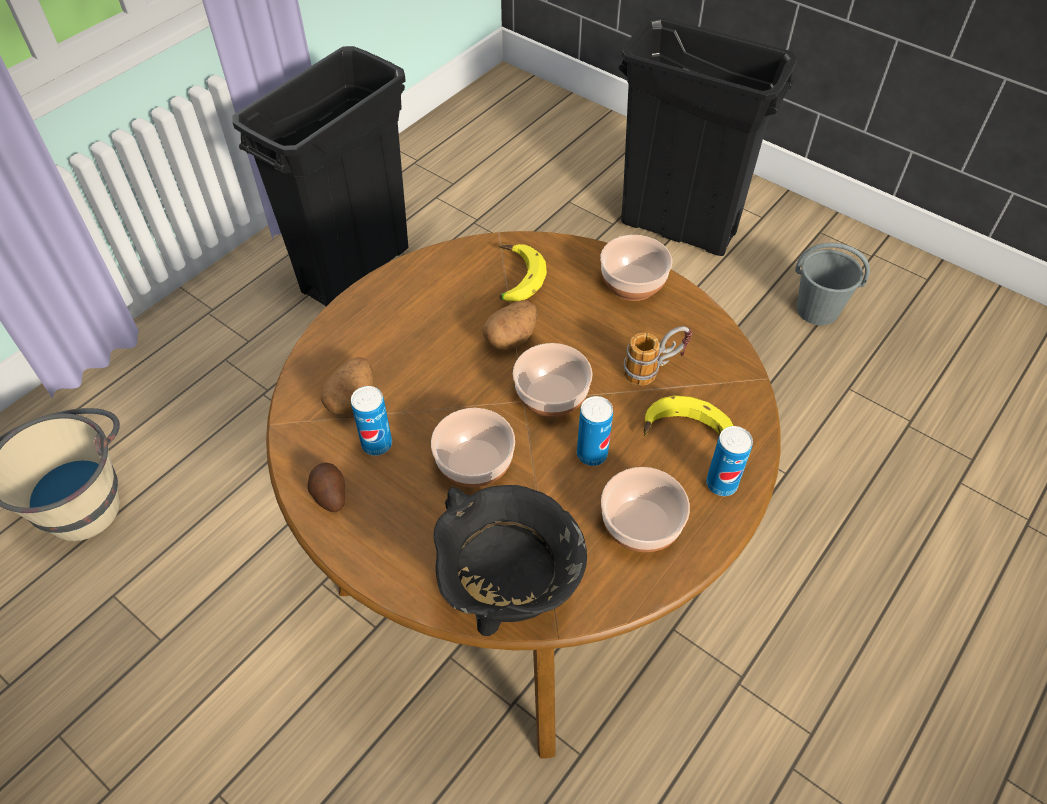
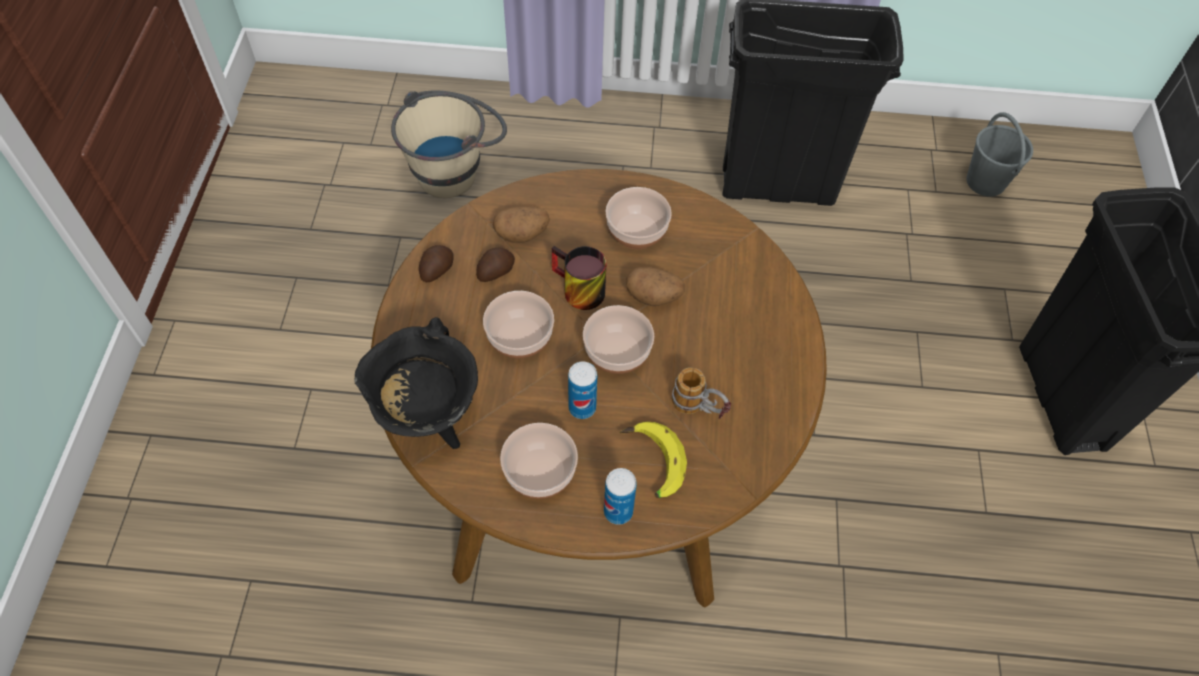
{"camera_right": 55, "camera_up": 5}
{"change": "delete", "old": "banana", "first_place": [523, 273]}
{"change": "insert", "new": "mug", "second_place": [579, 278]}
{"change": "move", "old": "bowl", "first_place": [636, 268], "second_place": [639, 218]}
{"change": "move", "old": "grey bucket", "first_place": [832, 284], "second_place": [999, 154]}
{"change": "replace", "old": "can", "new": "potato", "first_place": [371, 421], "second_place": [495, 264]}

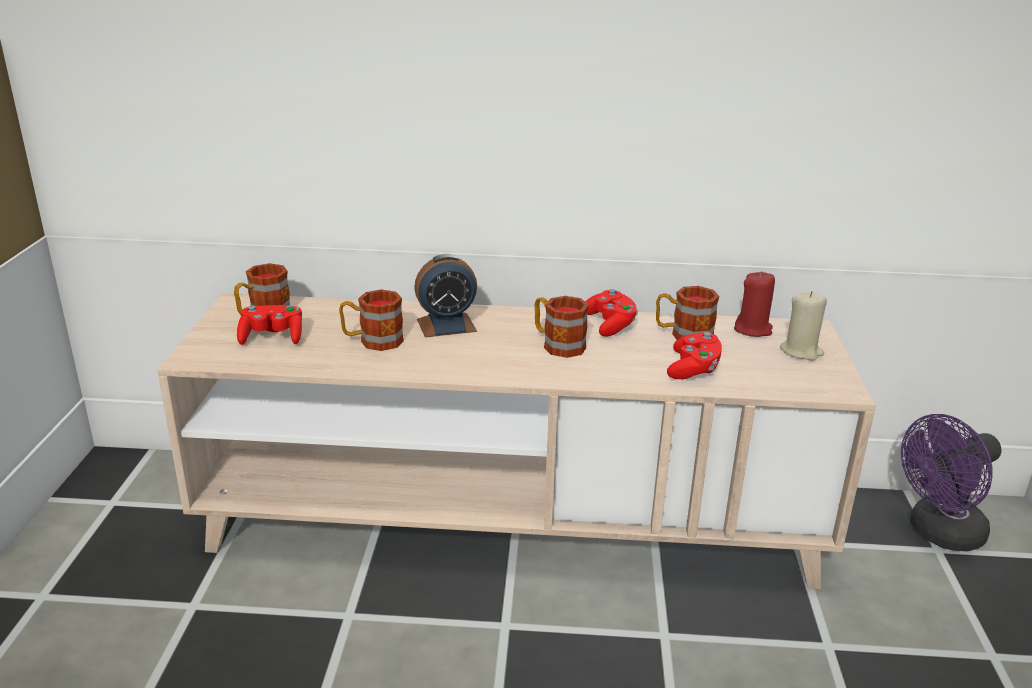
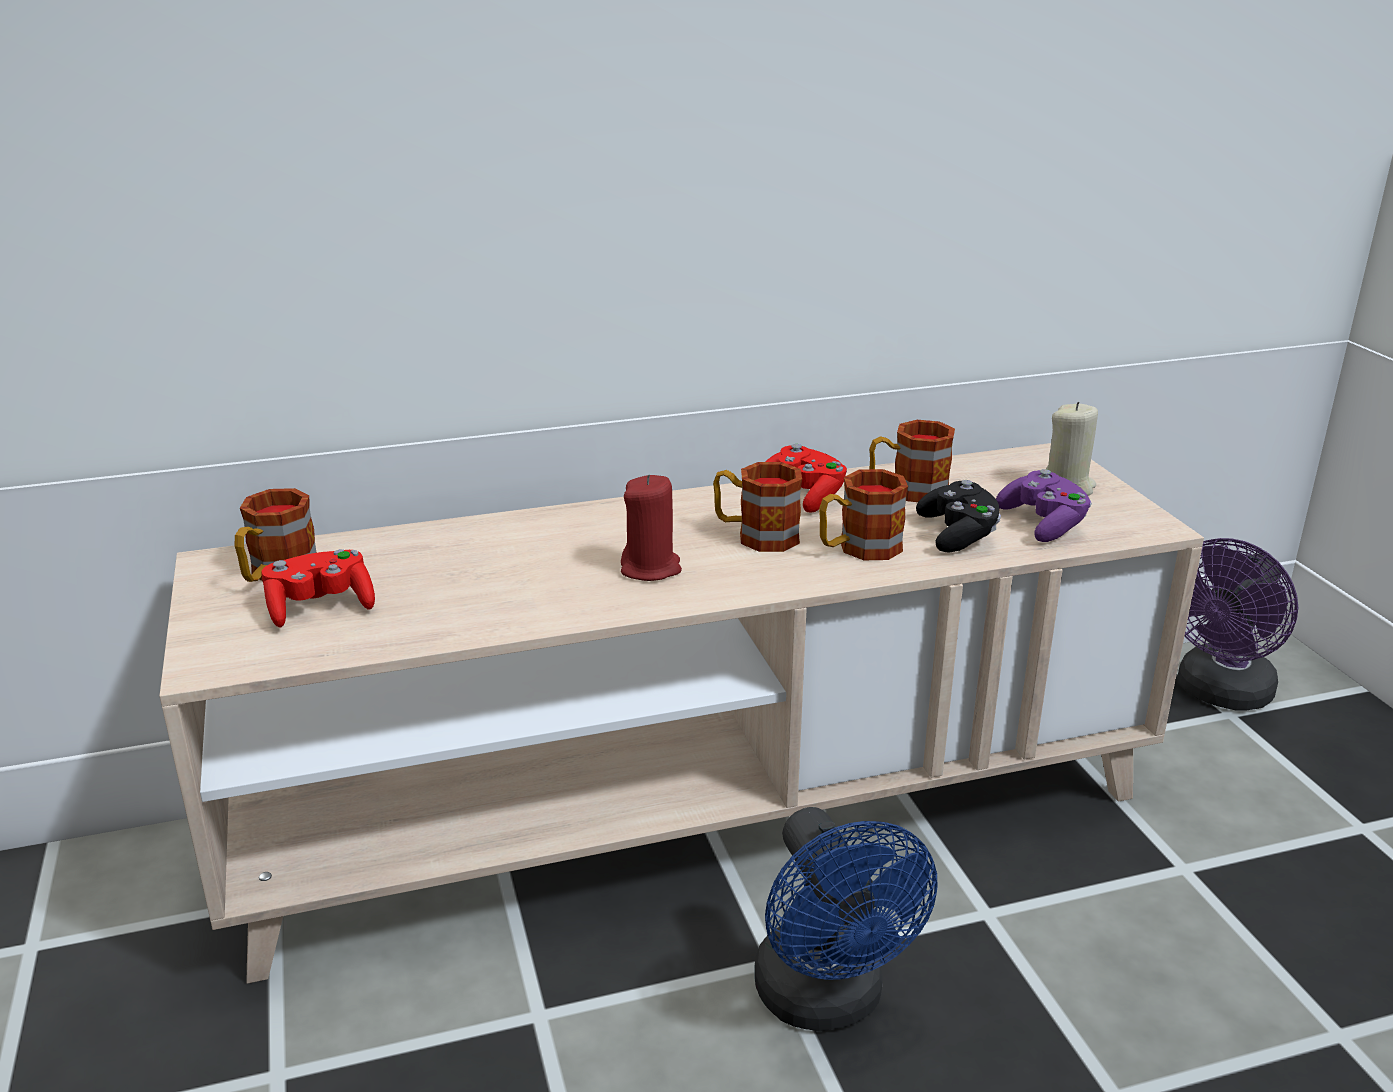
{"camera_right": -20, "camera_up": 0}
{"change": "delete", "old": "alarm clock", "first_place": [445, 295]}
{"change": "insert", "new": "blue fan", "second_place": [846, 919]}
{"change": "insert", "new": "purple game controller", "second_place": [1044, 505]}
{"change": "move", "old": "mug", "first_place": [371, 320], "second_place": [863, 514]}
{"change": "move", "old": "red candle", "first_place": [754, 304], "second_place": [651, 528]}
{"change": "recolor", "old": "red game controller", "new": "black game controller", "first_place": [694, 355], "second_place": [958, 516]}

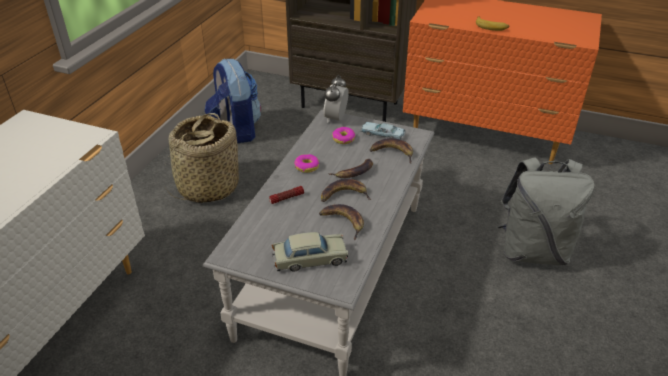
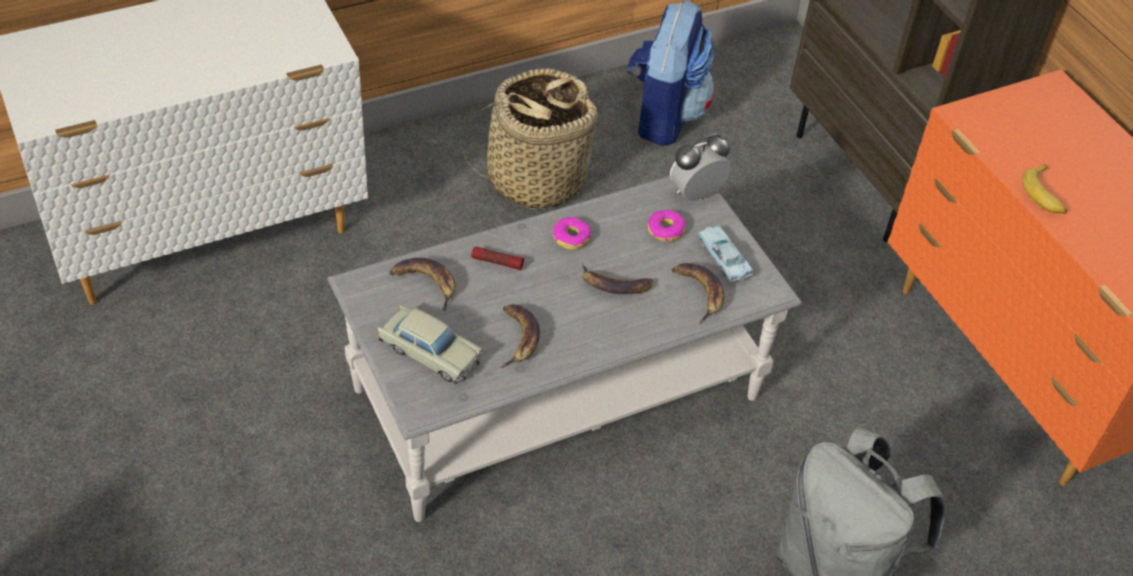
{"camera_right": 40, "camera_up": 10}
{"change": "move", "old": "banana", "first_place": [346, 190], "second_place": [422, 284]}

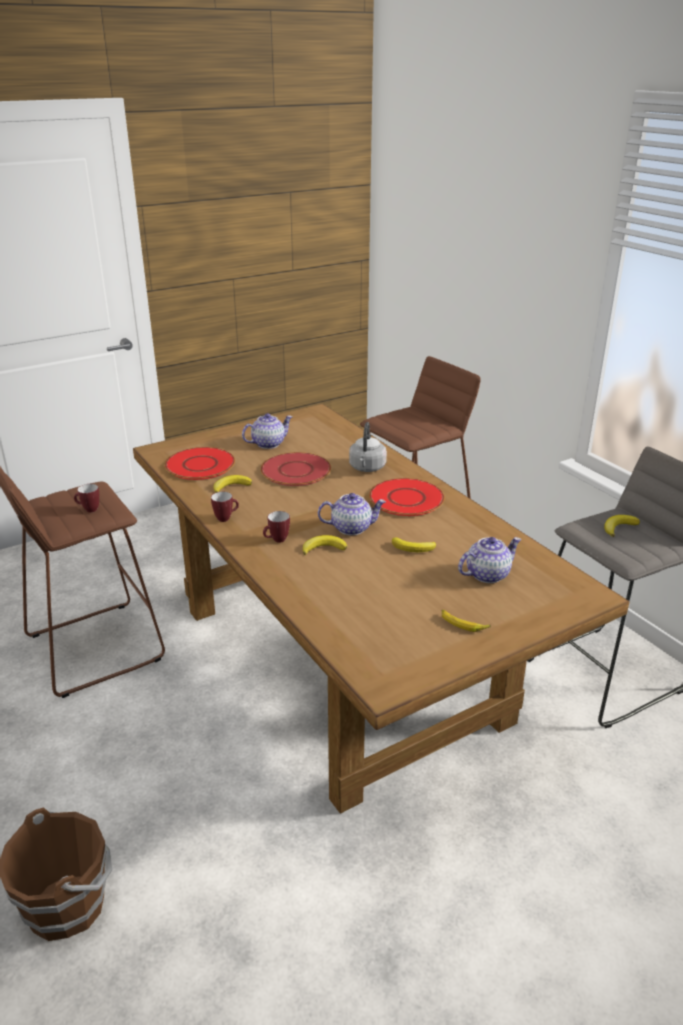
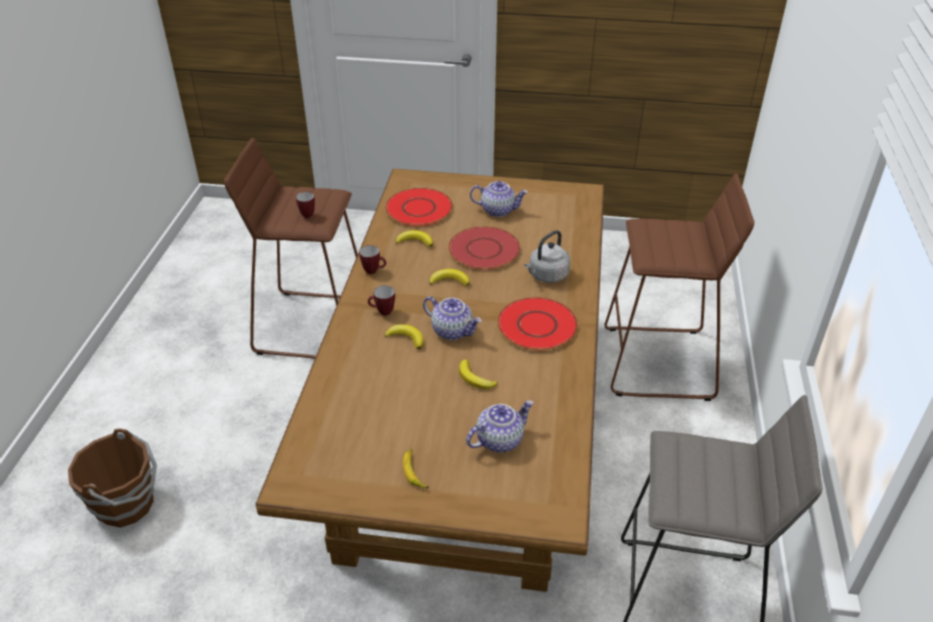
{"camera_right": 40, "camera_up": 10}
{"change": "move", "old": "banana", "first_place": [622, 526], "second_place": [450, 277]}
{"change": "rotate", "old": "teapot", "first_place": [490, 560], "second_place": [500, 426], "degrees": -45}

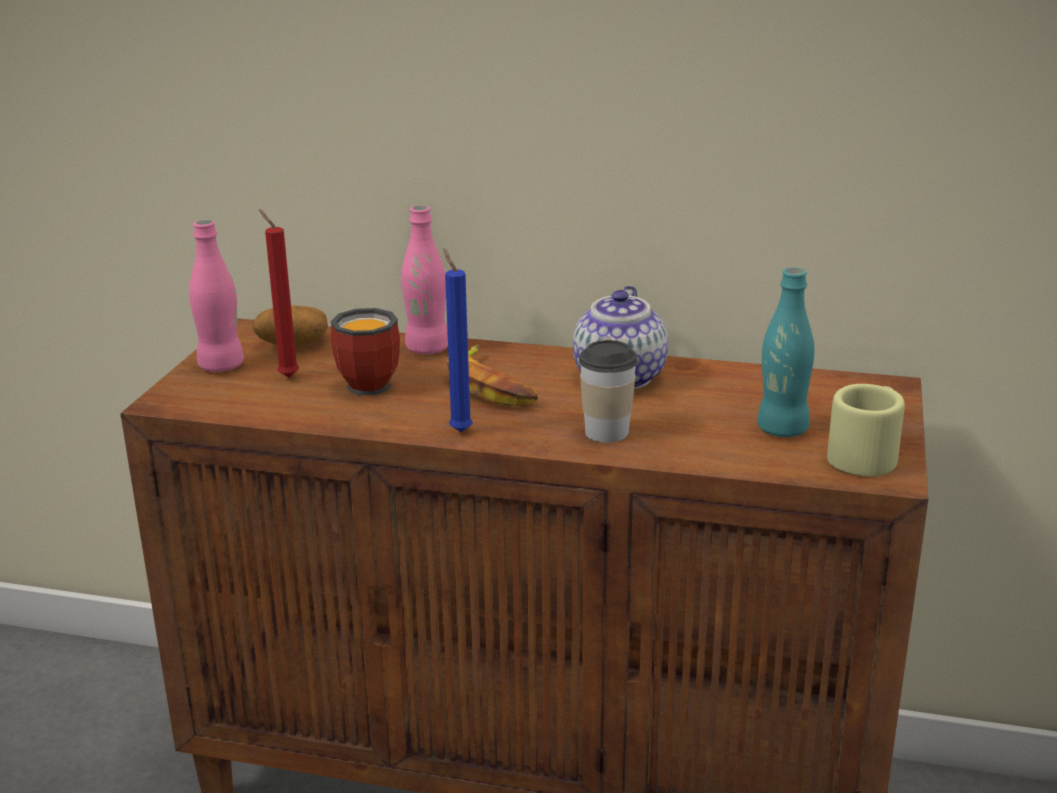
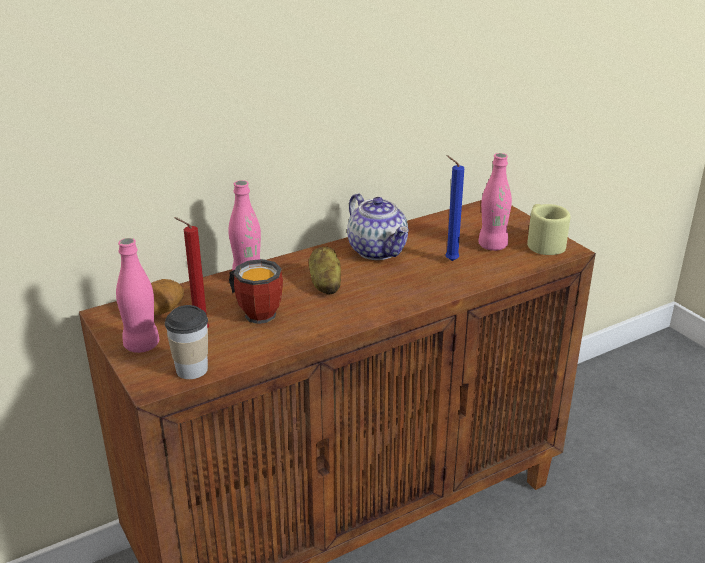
{"camera_right": -45, "camera_up": 5}
{"change": "move", "old": "blue candle", "first_place": [458, 340], "second_place": [455, 208]}
{"change": "move", "old": "cup", "first_place": [608, 391], "second_place": [186, 342]}
{"change": "replace", "old": "banana", "new": "potato", "first_place": [492, 375], "second_place": [325, 270]}
{"change": "recolor", "old": "turquoise bottle", "new": "pink bottle", "first_place": [785, 352], "second_place": [495, 202]}

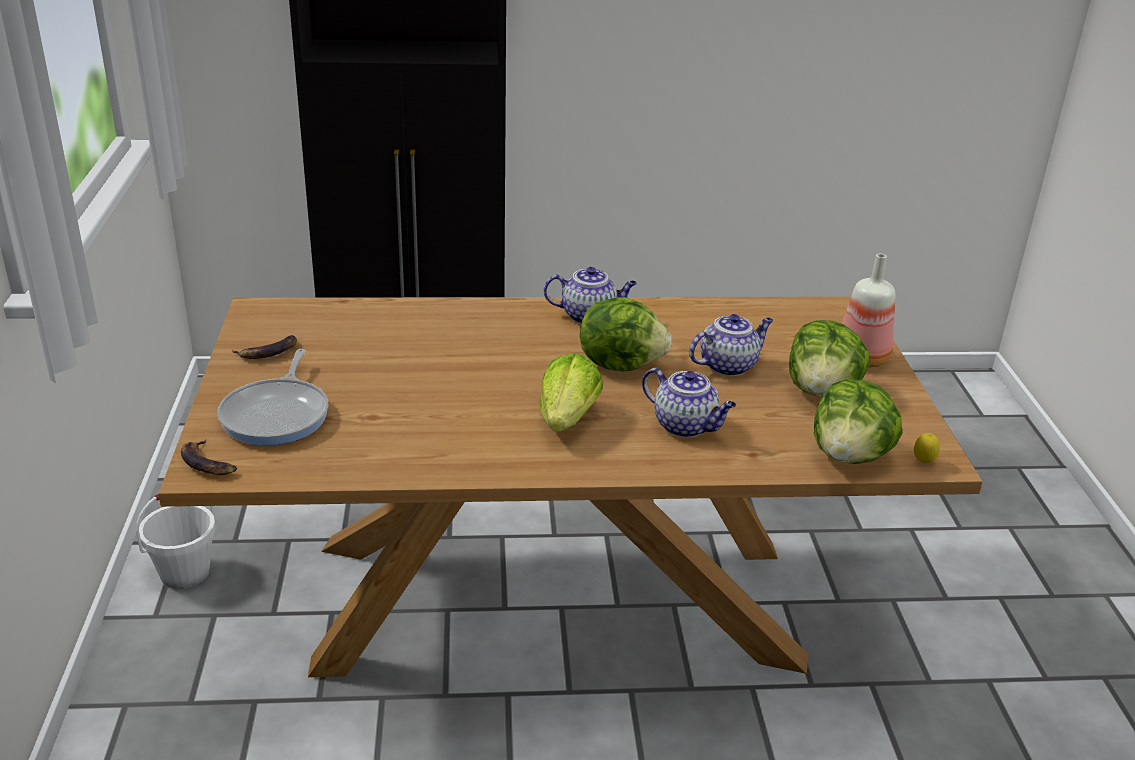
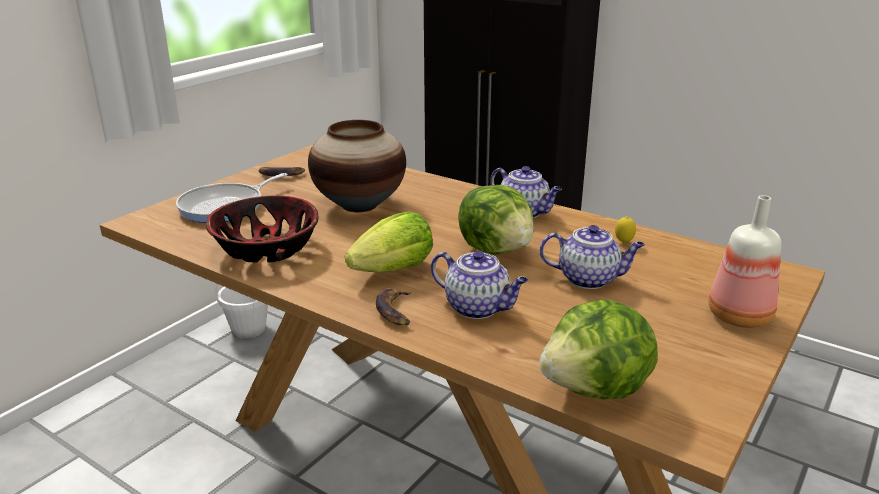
{"camera_right": 40, "camera_up": -5}
{"change": "delete", "old": "lettuce", "first_place": [829, 358]}
{"change": "insert", "new": "bowl", "second_place": [262, 229]}
{"change": "insert", "new": "vase", "second_place": [357, 166]}
{"change": "move", "old": "banana", "first_place": [209, 457], "second_place": [393, 306]}
{"change": "move", "old": "lemon", "first_place": [927, 448], "second_place": [625, 229]}
{"change": "rotate", "old": "teapot", "first_place": [689, 403], "second_place": [479, 284], "degrees": -45}

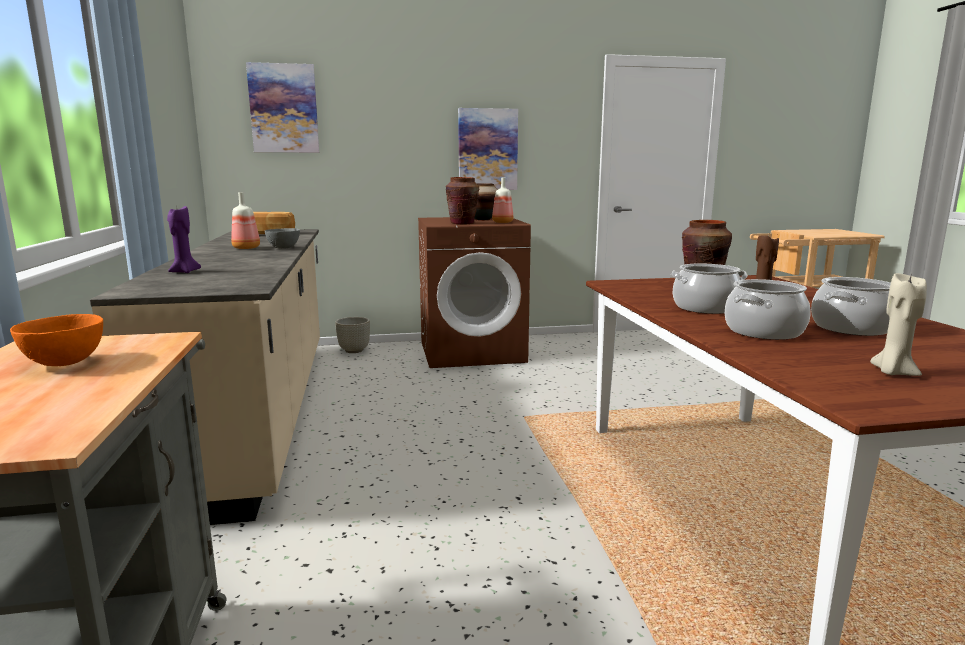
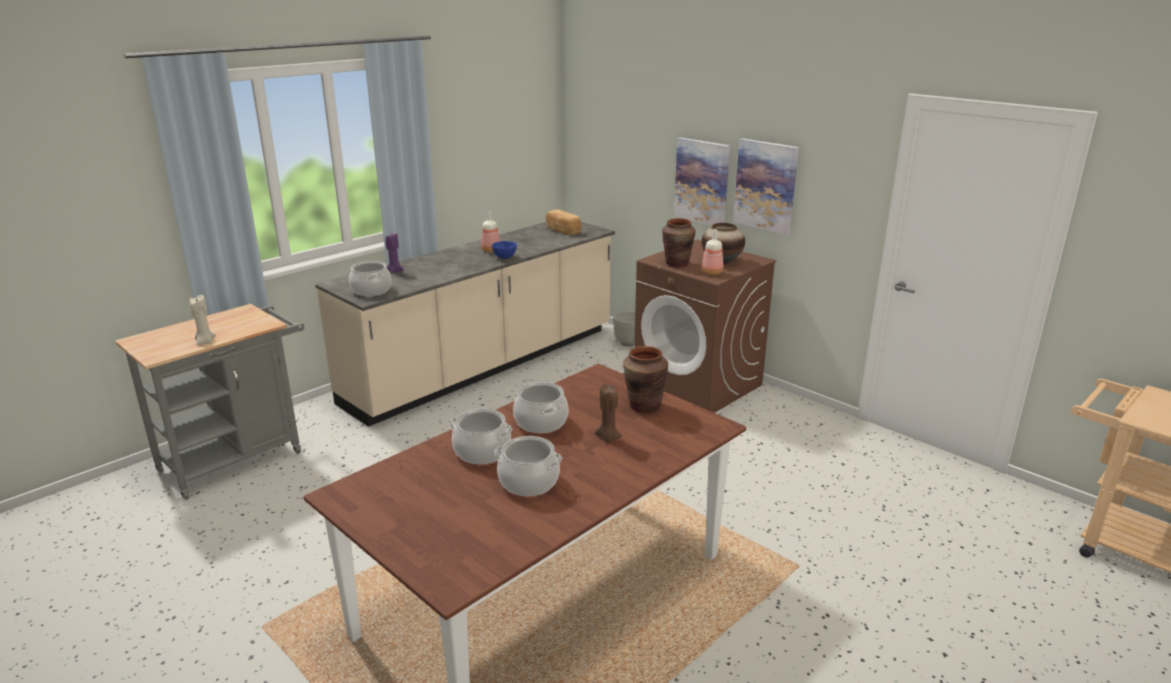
{"camera_right": 55, "camera_up": 10}
{"change": "delete", "old": "orange bowl", "first_place": [56, 340]}
{"change": "insert", "new": "cooking pot", "second_place": [370, 278]}
{"change": "move", "old": "picture", "first_place": [282, 107], "second_place": [702, 181]}
{"change": "move", "old": "beige candle", "first_place": [898, 324], "second_place": [202, 320]}
{"change": "recolor", "old": "grey bowl", "new": "blue bowl", "first_place": [282, 238], "second_place": [504, 250]}

